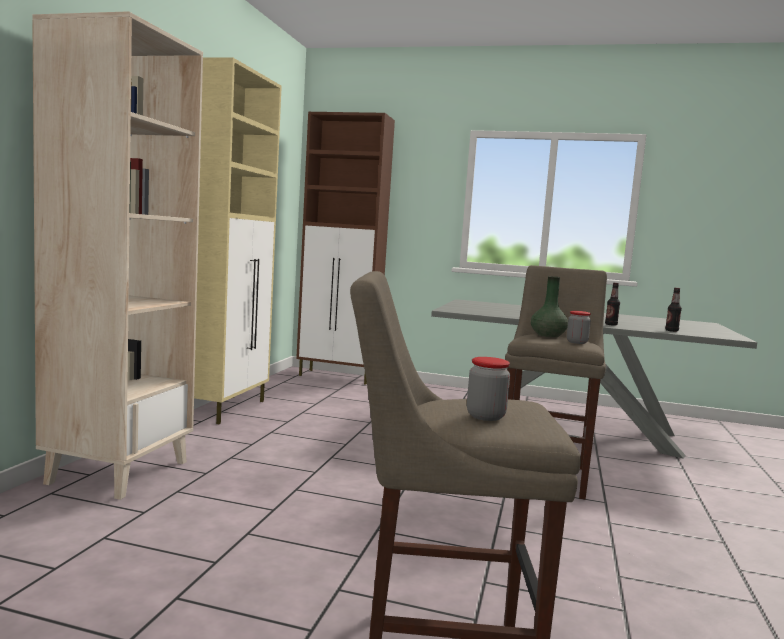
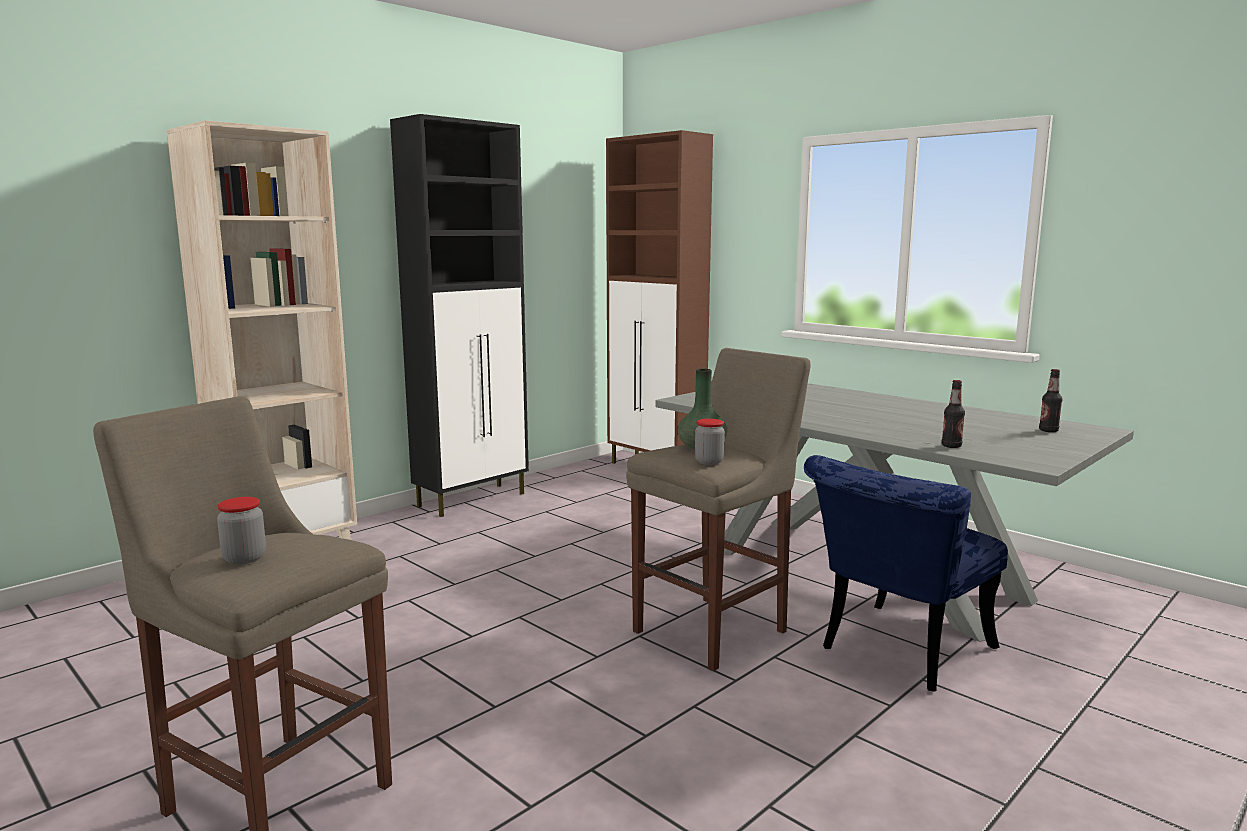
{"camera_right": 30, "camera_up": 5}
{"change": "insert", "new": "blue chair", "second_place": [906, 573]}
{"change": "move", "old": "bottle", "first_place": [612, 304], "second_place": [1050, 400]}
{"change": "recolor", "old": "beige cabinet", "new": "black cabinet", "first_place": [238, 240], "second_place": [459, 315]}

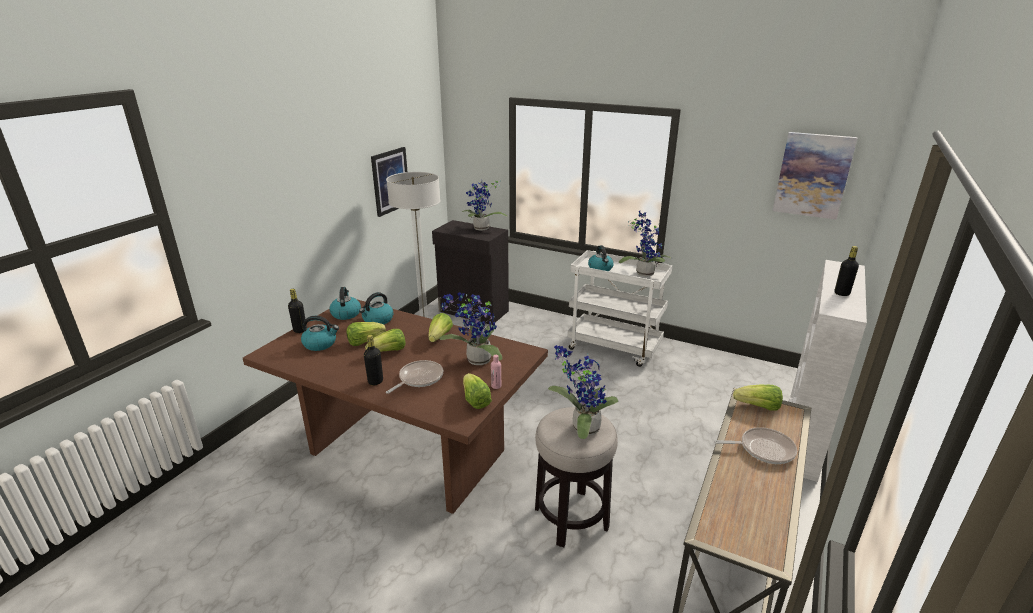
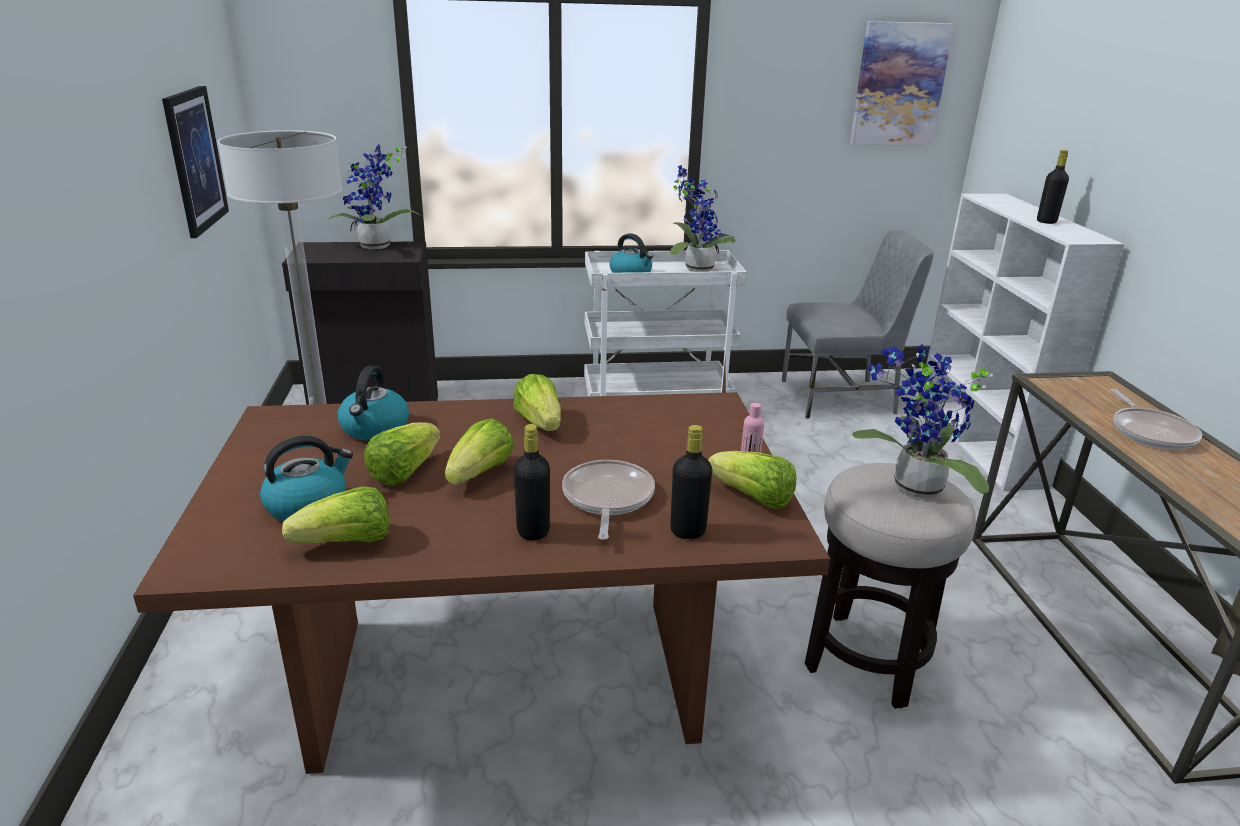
{"camera_right": -35, "camera_up": 0}
{"change": "delete", "old": "kettle", "first_place": [345, 303]}
{"change": "delete", "old": "potted plant", "first_place": [470, 328]}
{"change": "insert", "new": "grey chair", "second_place": [858, 324]}
{"change": "move", "old": "black bottle", "first_place": [297, 311], "second_place": [691, 482]}
{"change": "move", "old": "lettuce", "first_place": [758, 398], "second_place": [335, 514]}
{"change": "rotate", "old": "frying pan", "first_place": [755, 445], "second_place": [1156, 419], "degrees": 120}

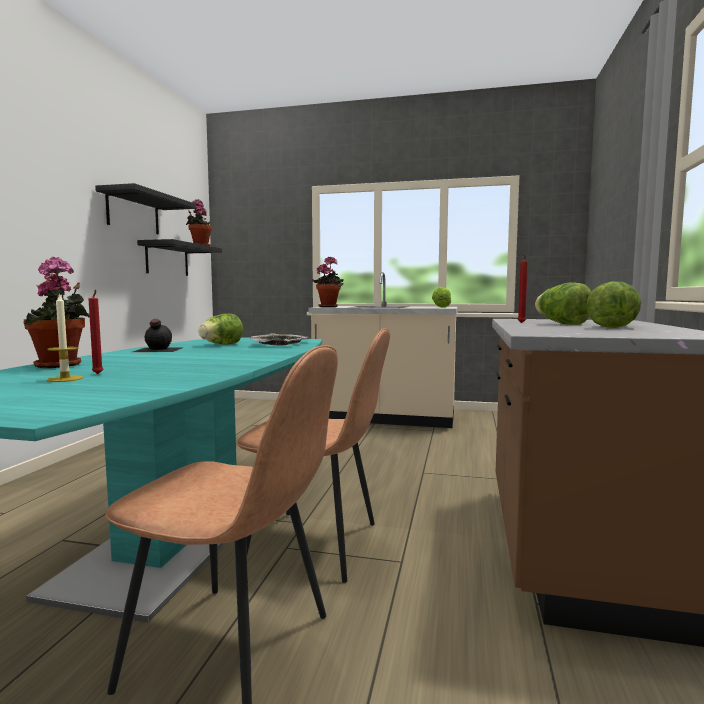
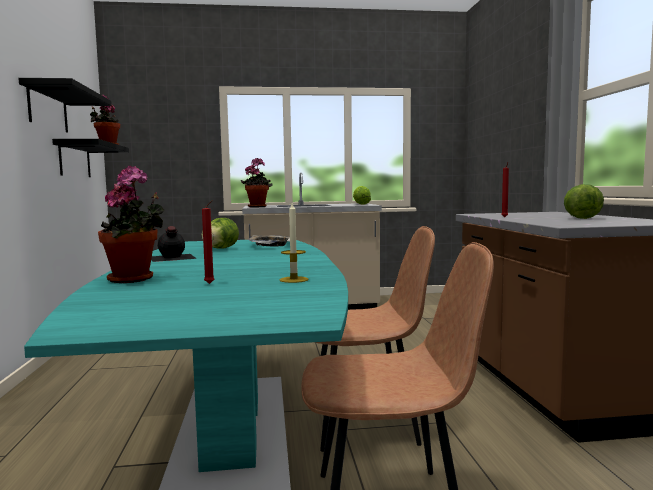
{"camera_right": -20, "camera_up": 0}
{"change": "delete", "old": "lettuce", "first_place": [563, 303]}
{"change": "move", "old": "candle", "first_place": [65, 337], "second_place": [293, 243]}

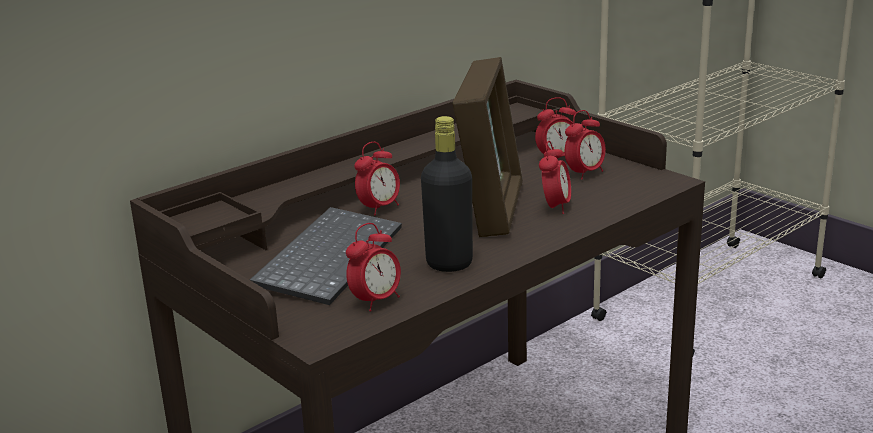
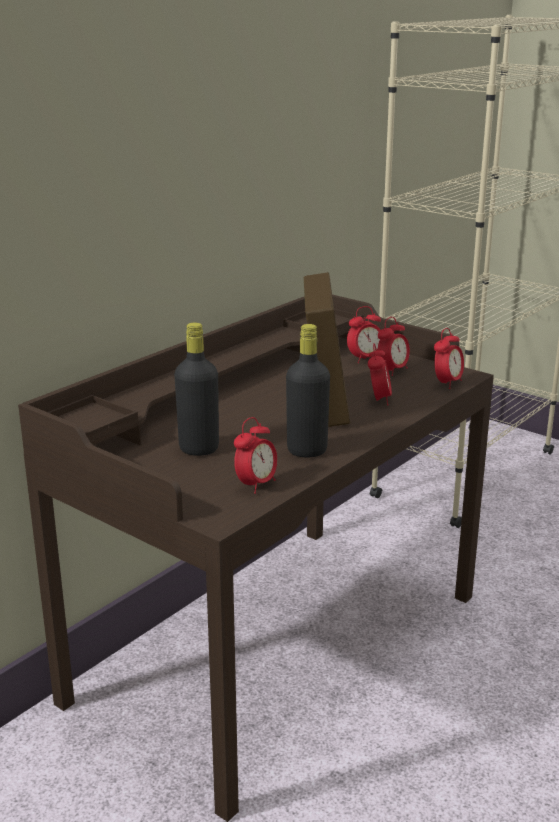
{"camera_right": -10, "camera_up": 0}
{"change": "move", "old": "alarm clock", "first_place": [377, 178], "second_place": [449, 358]}
{"change": "replace", "old": "keyboard", "new": "black bottle", "first_place": [326, 256], "second_place": [196, 389]}

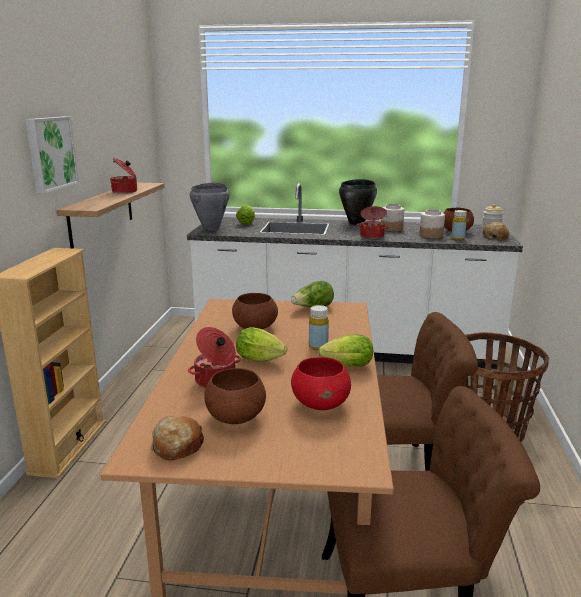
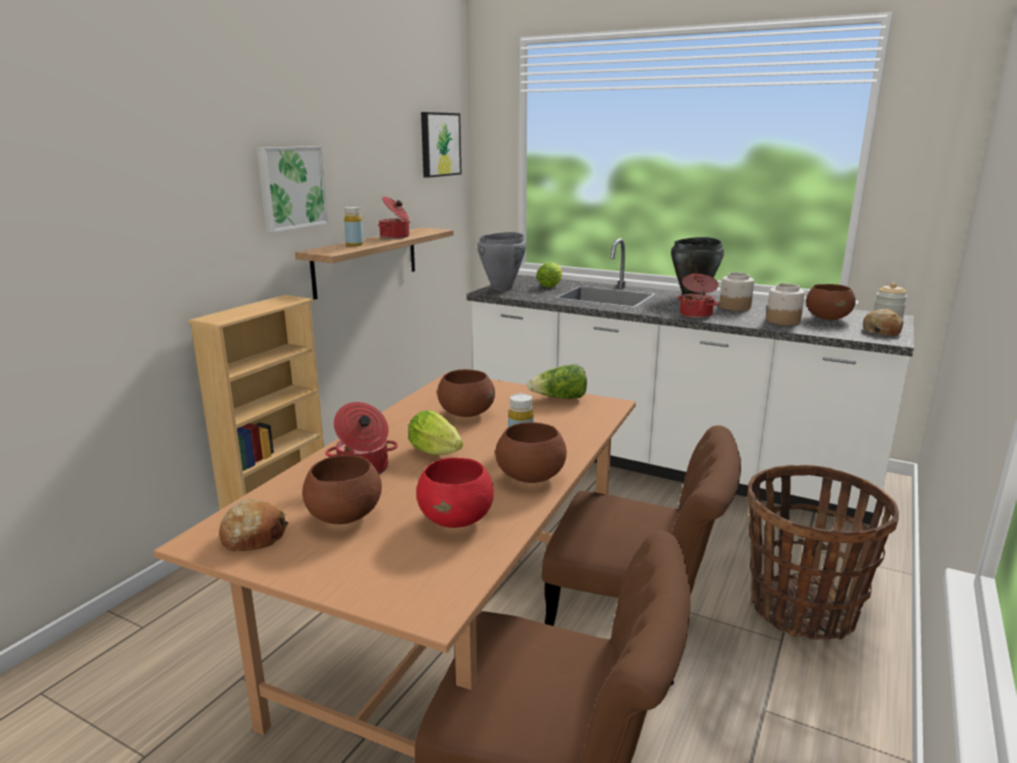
{"camera_right": 20, "camera_up": 0}
{"change": "insert", "new": "picture", "second_place": [441, 145]}
{"change": "move", "old": "yellow bottle", "first_place": [459, 225], "second_place": [354, 226]}
{"change": "replace", "old": "lettuce", "new": "brown bowl", "first_place": [345, 350], "second_place": [531, 452]}

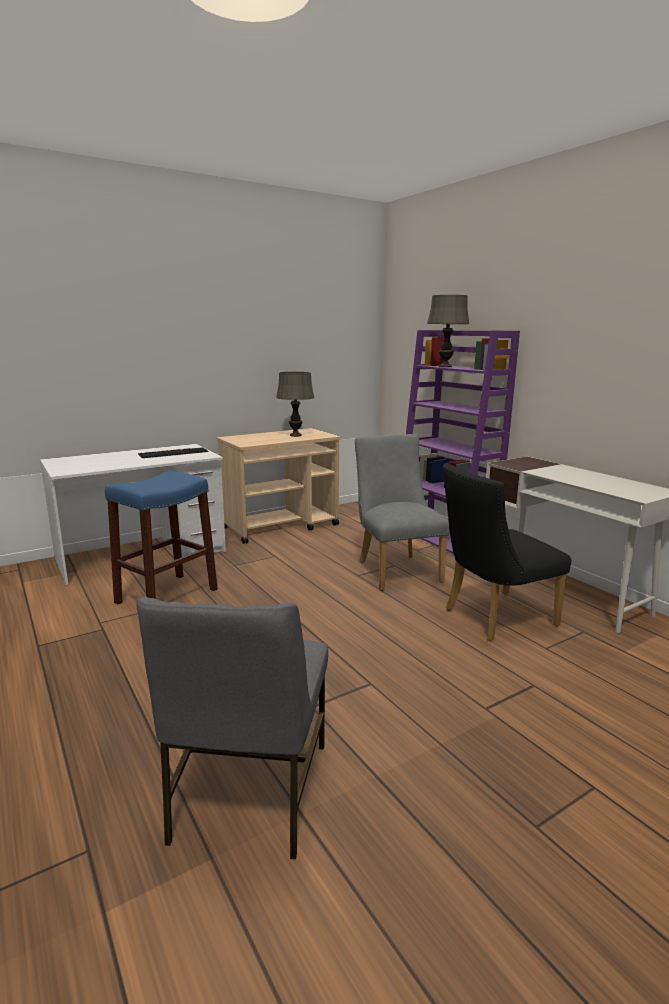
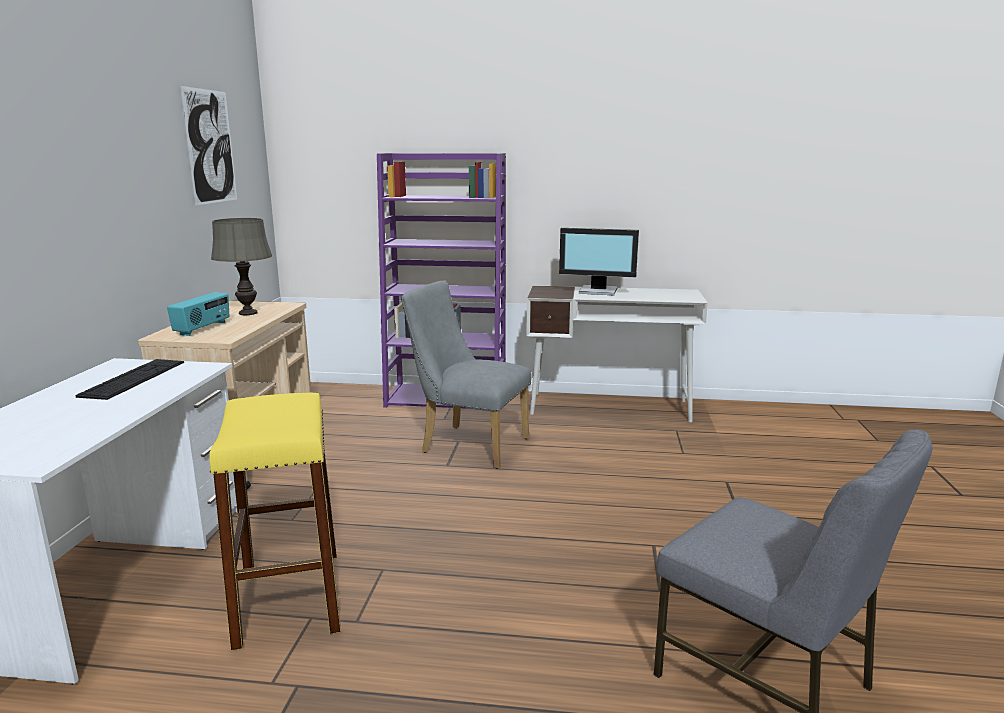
{"camera_right": -50, "camera_up": 0}
{"change": "delete", "old": "grey table lamp", "first_place": [448, 331]}
{"change": "delete", "old": "black chair", "first_place": [506, 552]}
{"change": "insert", "new": "radio", "second_place": [198, 314]}
{"change": "insert", "new": "picture", "second_place": [208, 145]}
{"change": "insert", "new": "monitor", "second_place": [599, 261]}
{"change": "recolor", "old": "blue stool", "new": "yellow stool", "first_place": [161, 538], "second_place": [275, 521]}

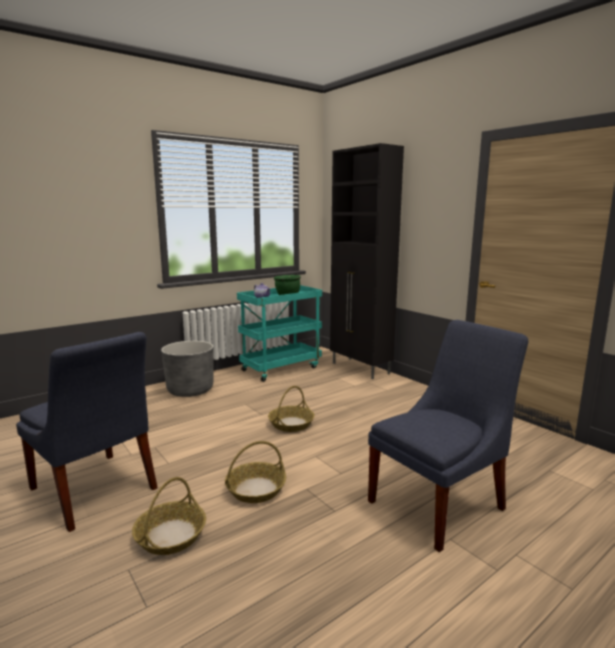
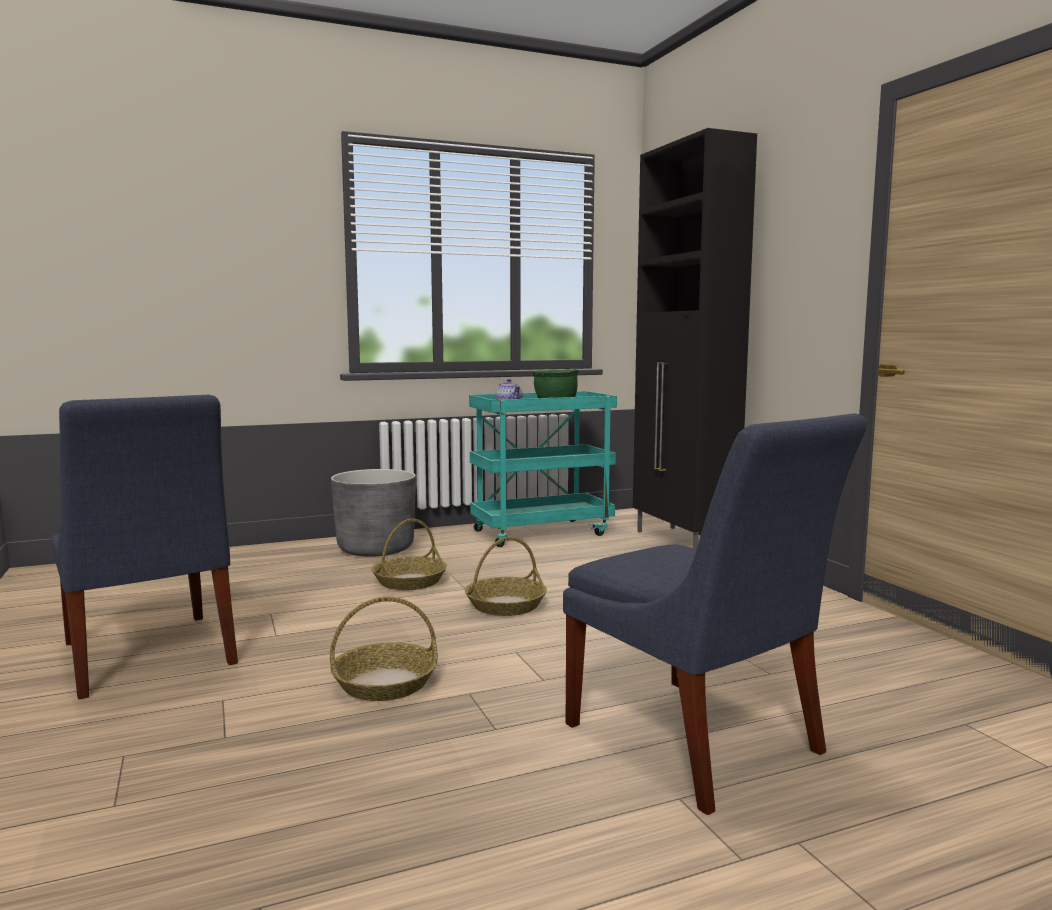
{"camera_right": 15, "camera_up": -5}
{"change": "move", "old": "basket", "first_place": [169, 516], "second_place": [409, 554]}
{"change": "rotate", "old": "blue chair", "first_place": [448, 436], "second_place": [715, 614], "degrees": 75}

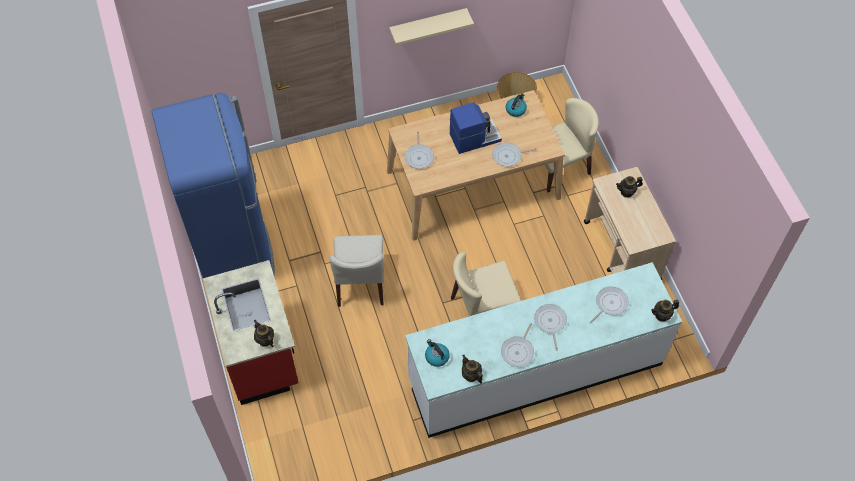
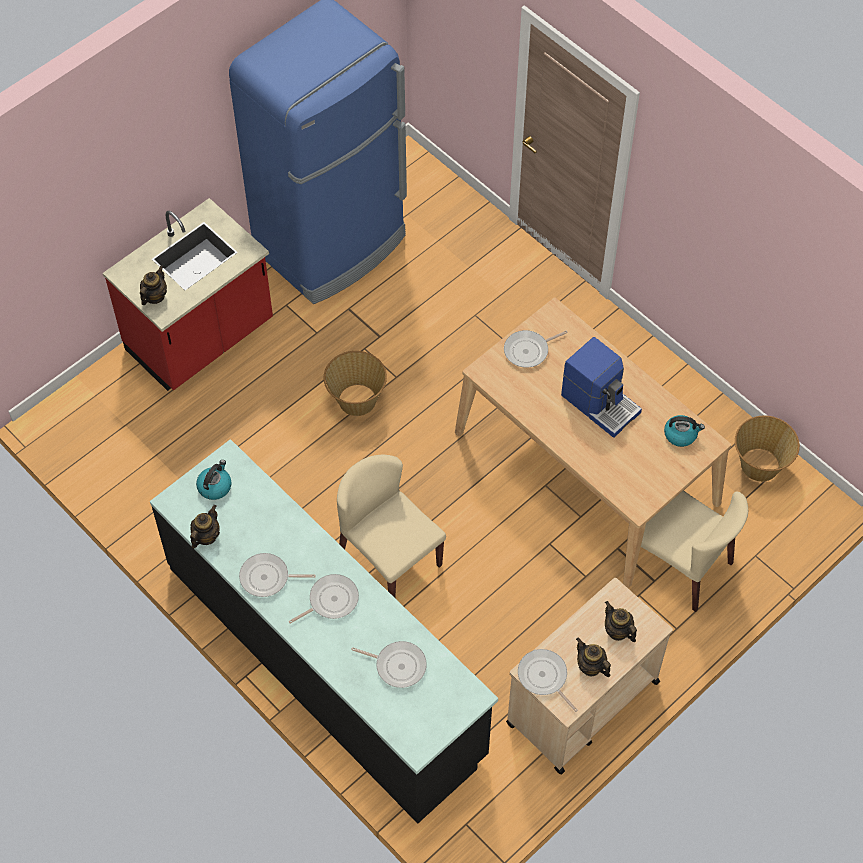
{"camera_right": 65, "camera_up": 0}
{"change": "delete", "old": "beige shelf", "first_place": [431, 26]}
{"change": "move", "old": "frying pan", "first_place": [514, 154], "second_place": [548, 680]}
{"change": "move", "old": "teapot", "first_place": [665, 311], "second_place": [593, 657]}
{"change": "replace", "old": "beige chair", "new": "basket", "first_place": [357, 271], "second_place": [355, 383]}
{"change": "recolor", "old": "white counter", "new": "black counter", "first_place": [543, 350], "second_place": [324, 631]}

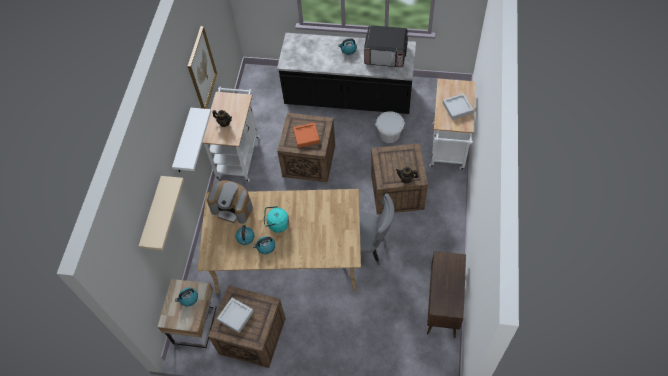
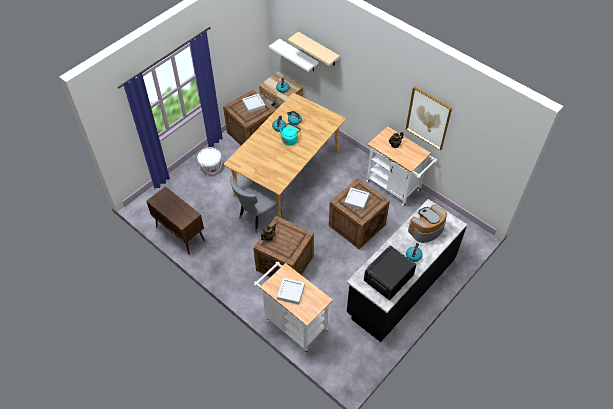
{"camera_right": 120, "camera_up": -5}
{"change": "move", "old": "white shelf", "first_place": [191, 140], "second_place": [293, 55]}
{"change": "move", "old": "coffee machine", "first_place": [230, 202], "second_place": [427, 223]}
{"change": "move", "old": "white bucket", "first_place": [390, 127], "second_place": [209, 161]}
{"change": "recolor", "old": "orange tray", "new": "grey tray", "first_place": [306, 135], "second_place": [356, 199]}

